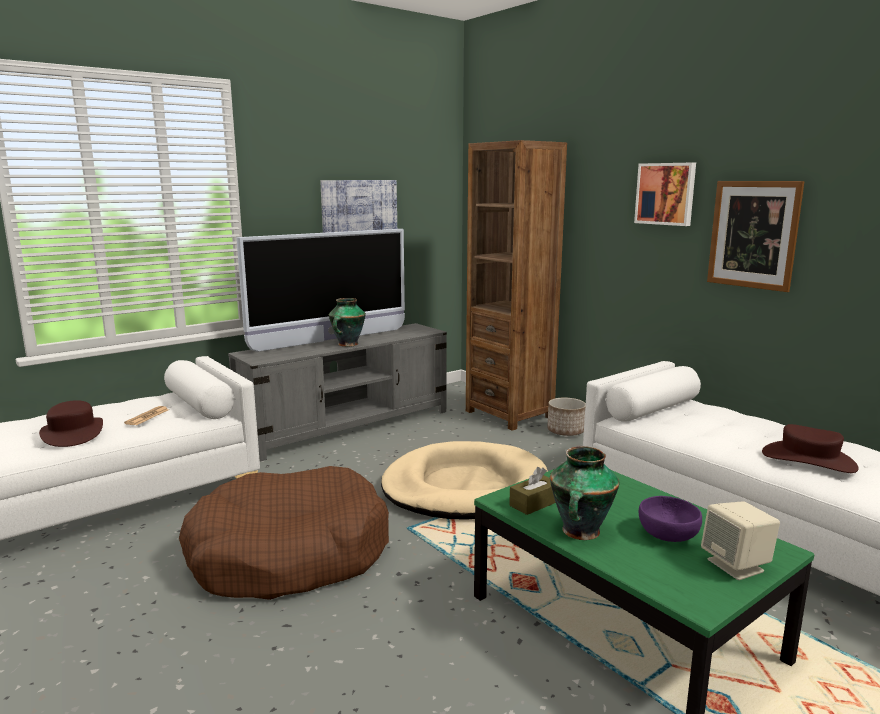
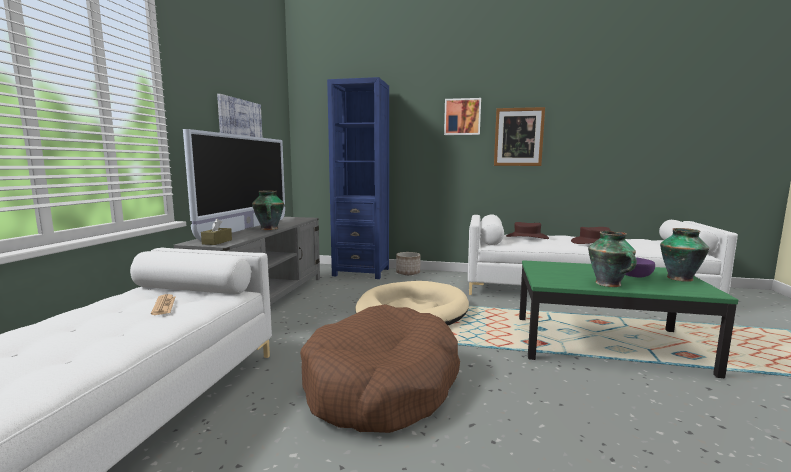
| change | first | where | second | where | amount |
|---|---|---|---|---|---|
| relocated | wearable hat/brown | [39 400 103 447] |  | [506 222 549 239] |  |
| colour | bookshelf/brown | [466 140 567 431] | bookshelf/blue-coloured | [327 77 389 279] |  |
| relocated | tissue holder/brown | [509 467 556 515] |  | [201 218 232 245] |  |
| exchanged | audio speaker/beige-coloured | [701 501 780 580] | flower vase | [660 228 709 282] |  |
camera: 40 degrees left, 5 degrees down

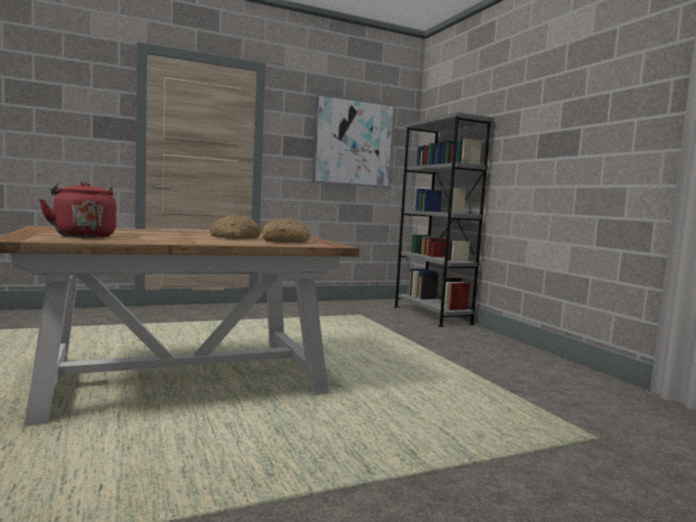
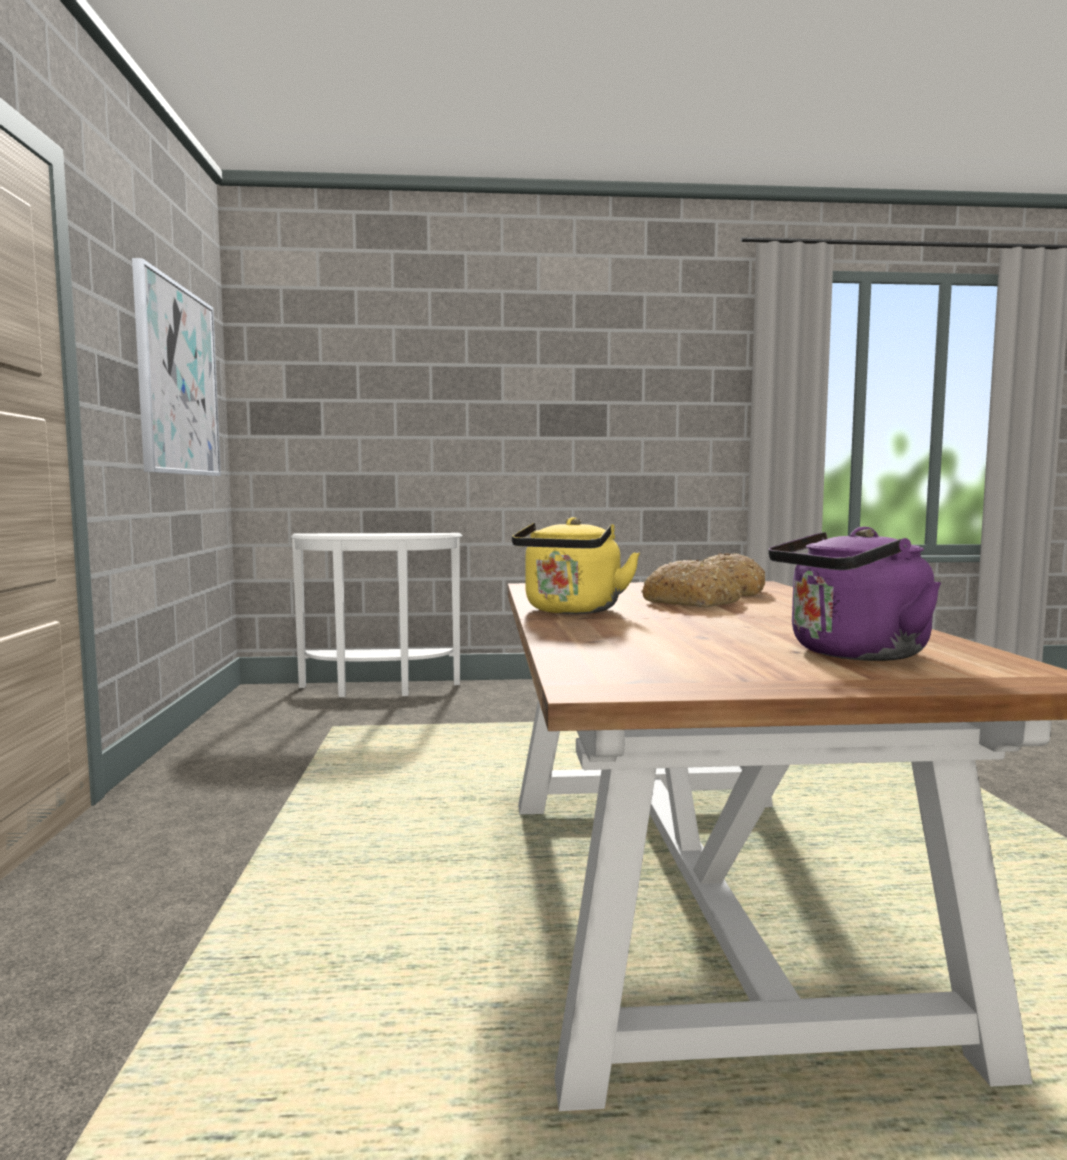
| change | first | where | second | where | amount |
|---|---|---|---|---|---|
| colour | water kettle/red-coloured | [39 181 116 238] | water kettle/purple-coloured | [769 527 941 661] |  |
| exchanged | bookshelf/gray | [394 112 494 327] | narrow table/white | [291 533 462 697] |  |
| appeared |  |  | water kettle/yellow | [512 517 640 614] |  |
camera: 70 degrees left, 0 degrees up

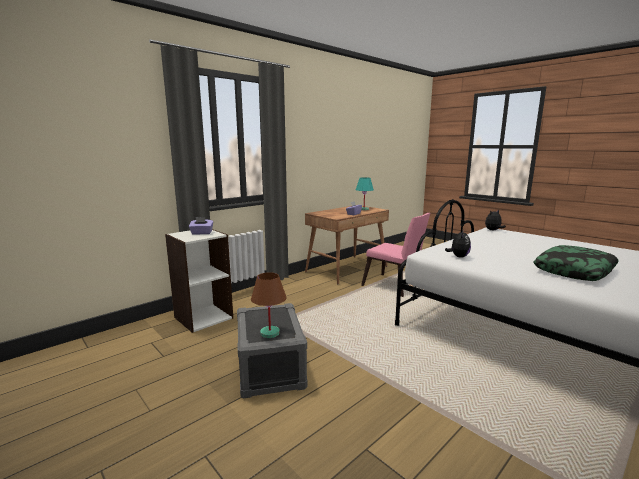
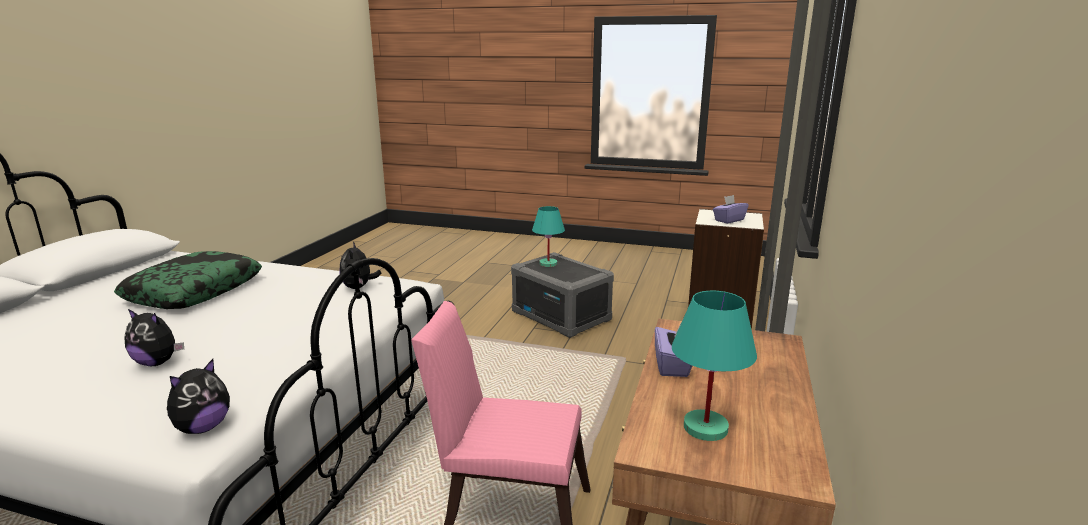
| change | first | where | second | where | amount |
|---|---|---|---|---|---|
| colour | table lamp/brown | [251 272 287 338] | table lamp/turquoise-coloured | [532 206 565 267] |  |
| appeared |  |  | soft toy | [124 309 184 366] |  |
camera: 150 degrees right, 5 degrees up

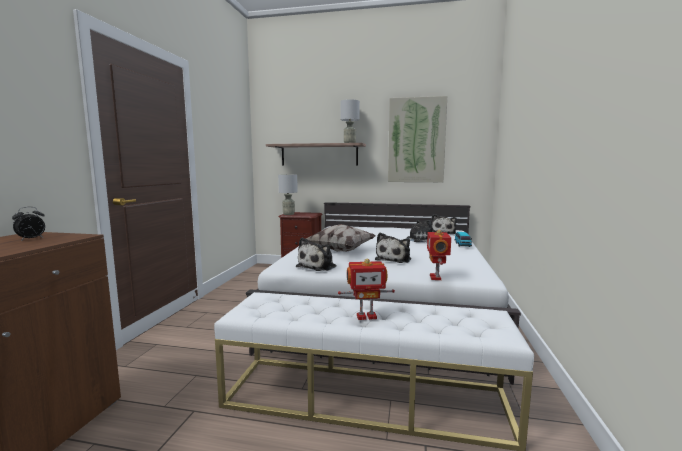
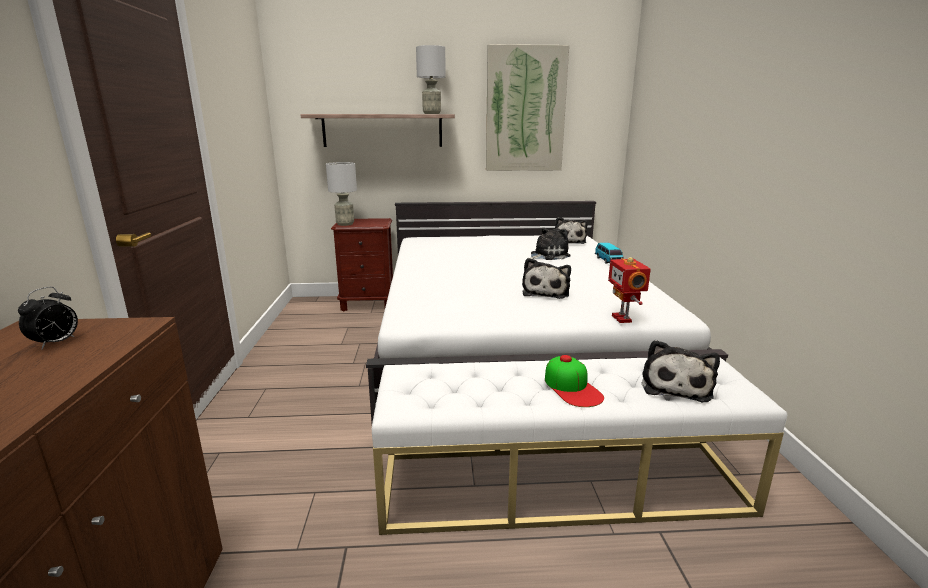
| change | first | where | second | where | amount |
|---|---|---|---|---|---|
| relocated | soft toy | [296 237 336 271] |  | [641 340 720 402] |  |
| missing | throw pillow | [306 224 375 252] |  |  |  |
| exchanged | robot figure | [338 259 395 320] | peaked cap | [545 355 604 407] |  |
camera: 15 degrees left, 10 degrees up

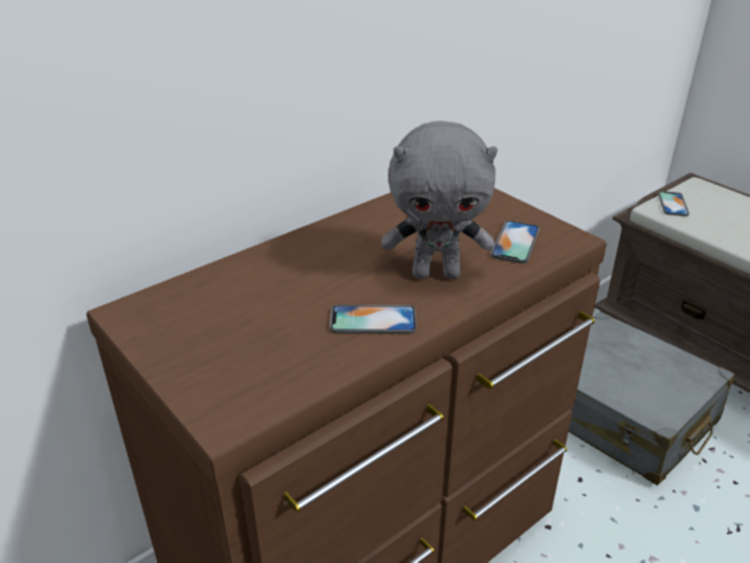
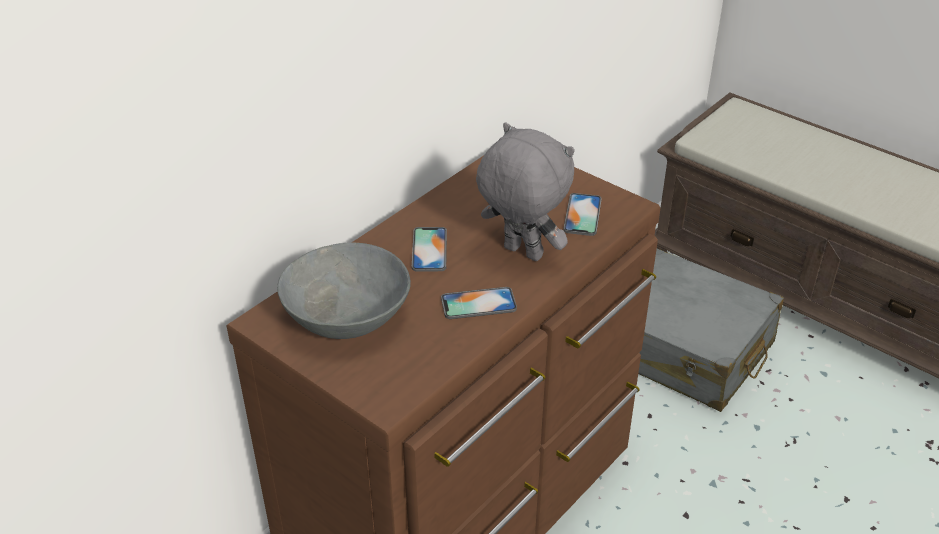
| change | first | where | second | where | amount |
|---|---|---|---|---|---|
| spun | soft toy/gray | [381 121 498 279] |  | [476 123 575 261] | 135 degrees counterclockwise |
| relocated | handset | [658 191 689 216] |  | [412 227 447 271] |  |
| appeared |  |  | serving bowl/gray | [277 243 411 339] |  |
camera: 10 degrees left, 5 degrees up

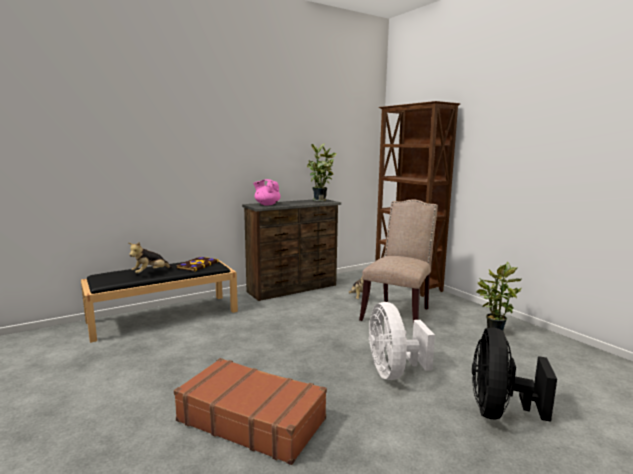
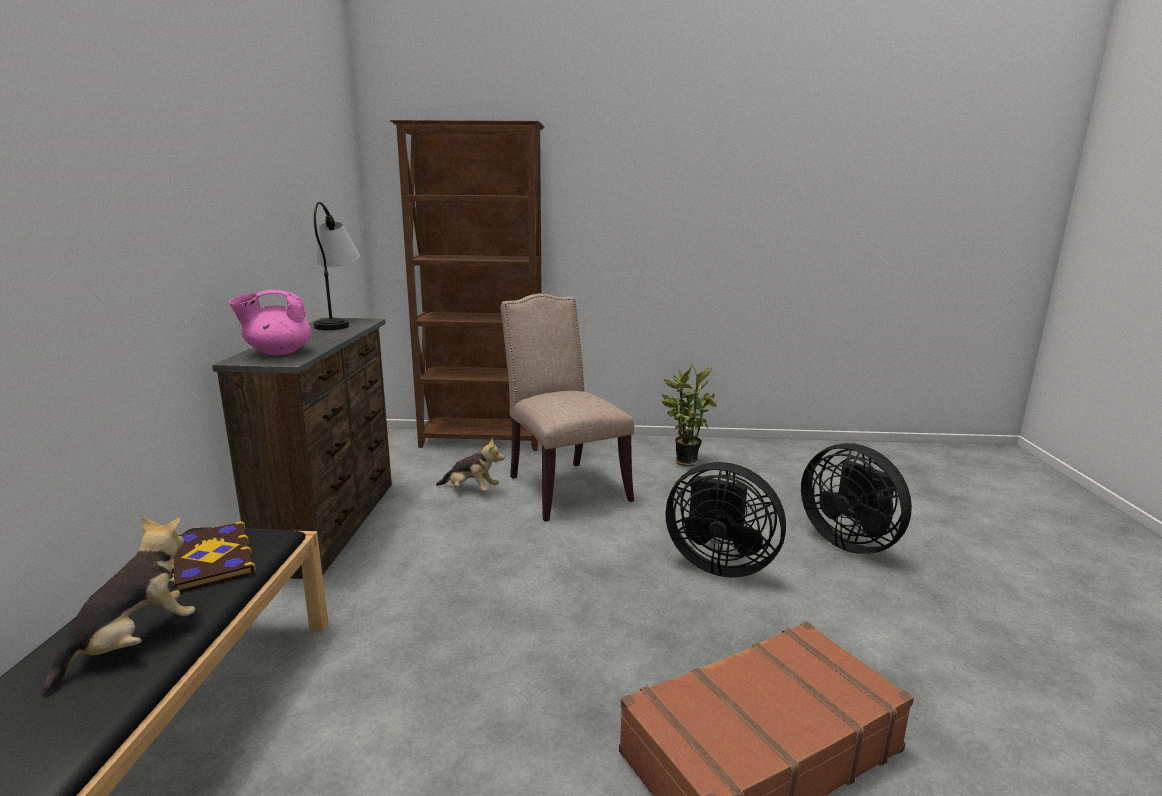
| change | first | where | second | where | amount |
|---|---|---|---|---|---|
| spun | soft toy | [129 242 172 273] |  | [41 517 195 696] | 135 degrees counterclockwise |
| exchanged | houseplant | [307 143 336 201] | table lamp | [313 202 360 330] |  |
| colour | fan/white | [368 302 435 380] | fan/blackish | [666 462 786 578] |  |
camera: 55 degrees left, 5 degrees up

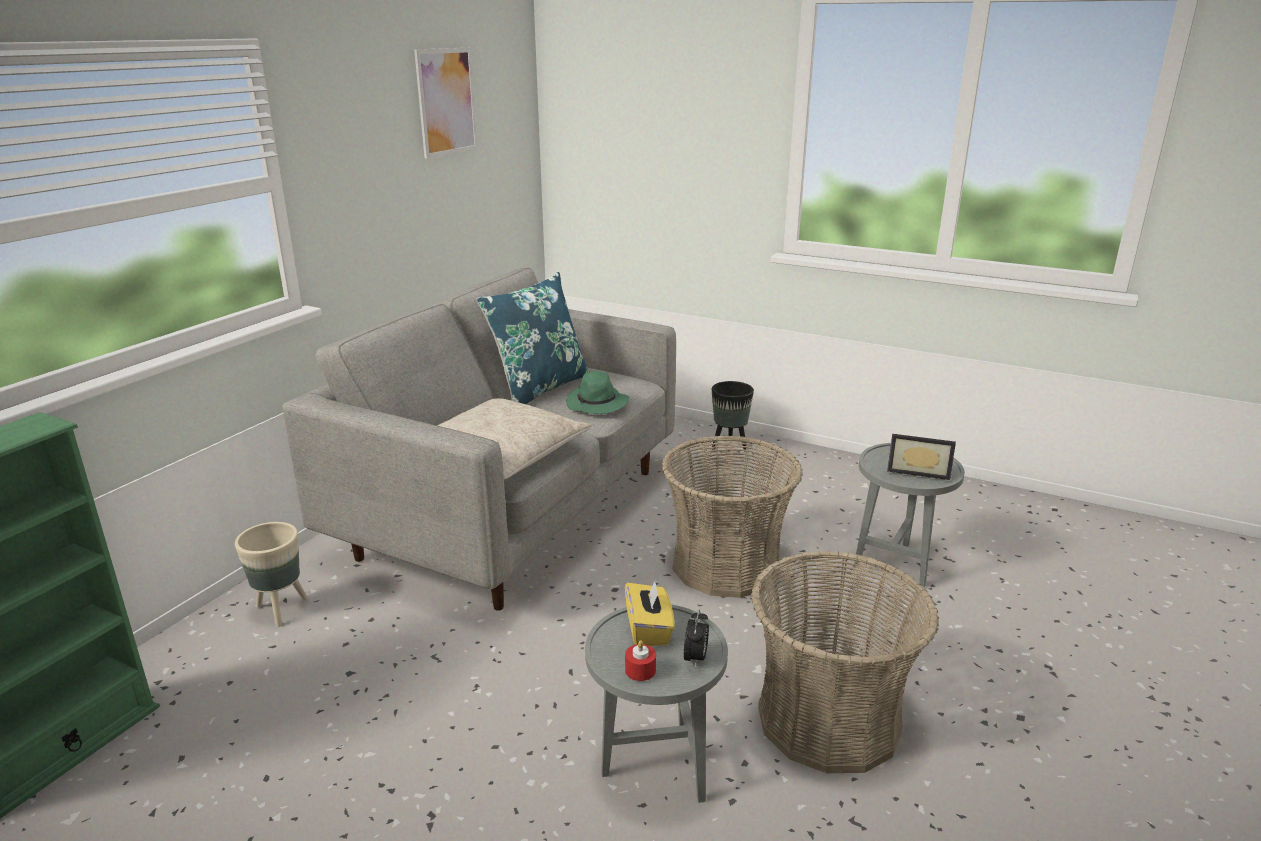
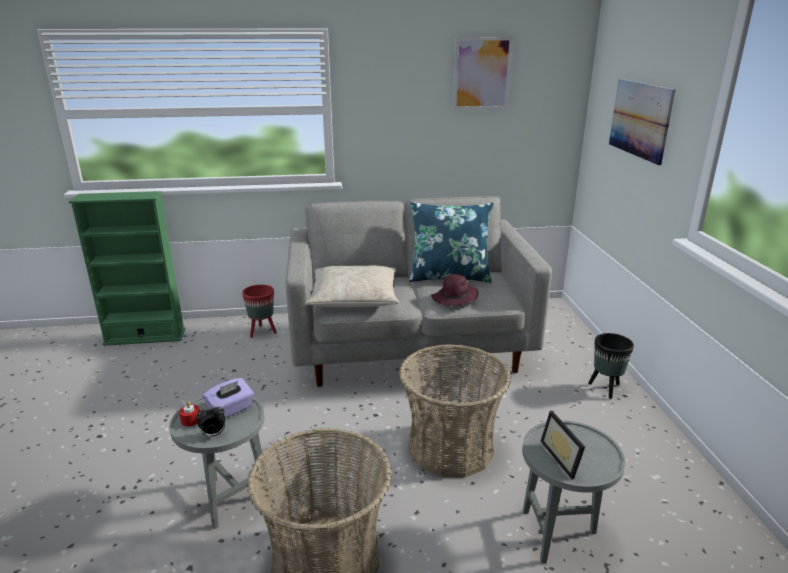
| change | first | where | second | where | amount |
|---|---|---|---|---|---|
| colour | planter/beige-coloured | [235 522 308 627] | planter/red-coloured | [242 285 277 338] |  |
| colour | wearable hat/green-coloured | [566 371 629 414] | wearable hat/purple-coloured | [431 274 479 306] |  |
| colour | tissue holder/yellow | [625 578 675 646] | tissue holder/purple-coloured | [203 378 254 418] |  |
| appeared |  |  | picture | [609 79 676 165] |  |
camera: 55 degrees right, 0 degrees up

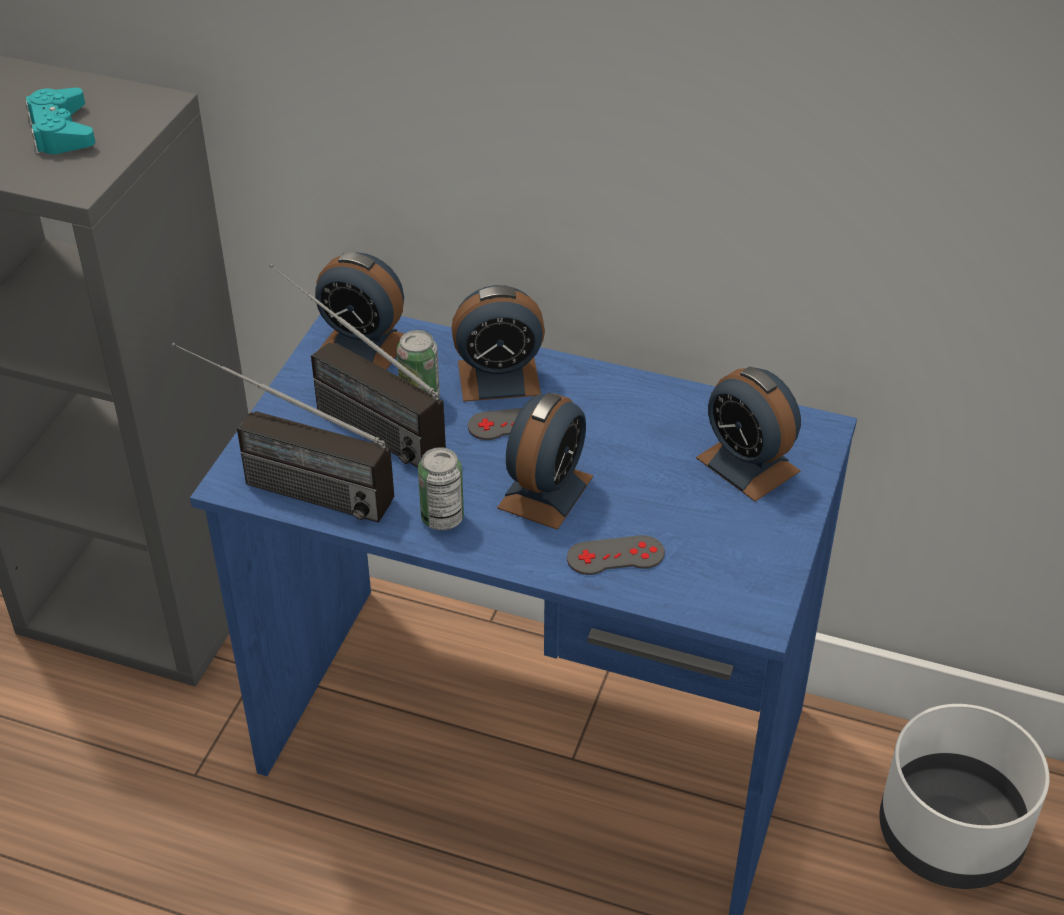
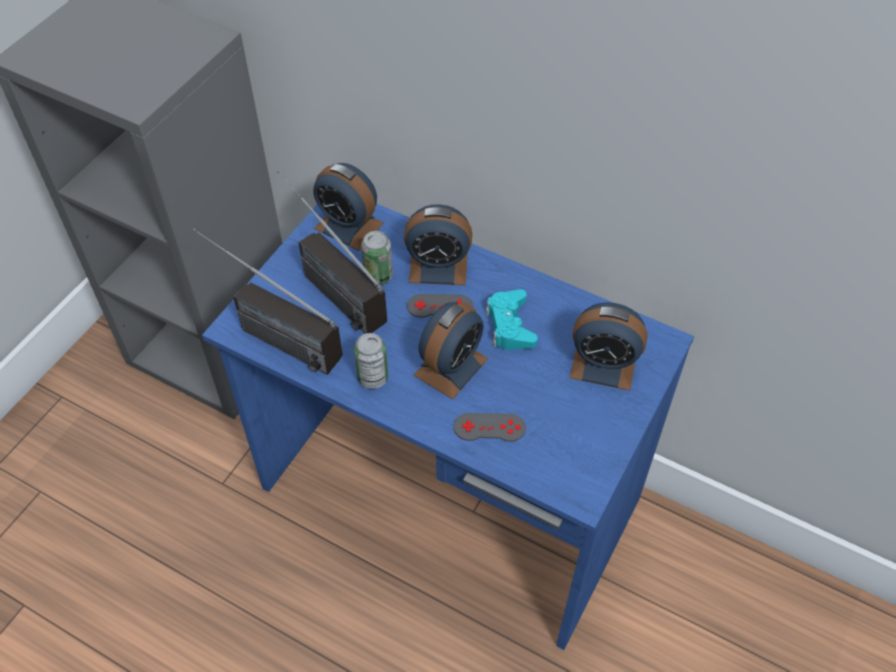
| change | first | where | second | where | amount |
|---|---|---|---|---|---|
| relocated | gamepad/turquoise-coloured | [25 88 95 154] |  | [486 289 538 350] |  |
| spun | table clock | [696 367 801 502] |  | [570 302 647 391] | 45 degrees counterclockwise |
| missing | planter/white | [879 704 1050 889] |  |  |  |
camera: 10 degrees right, 10 degrees up

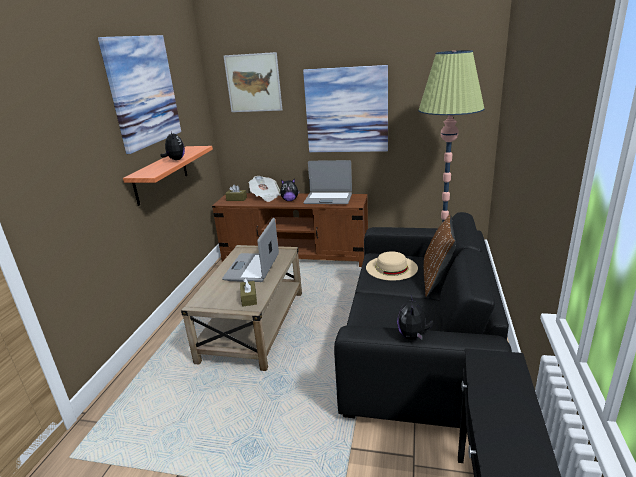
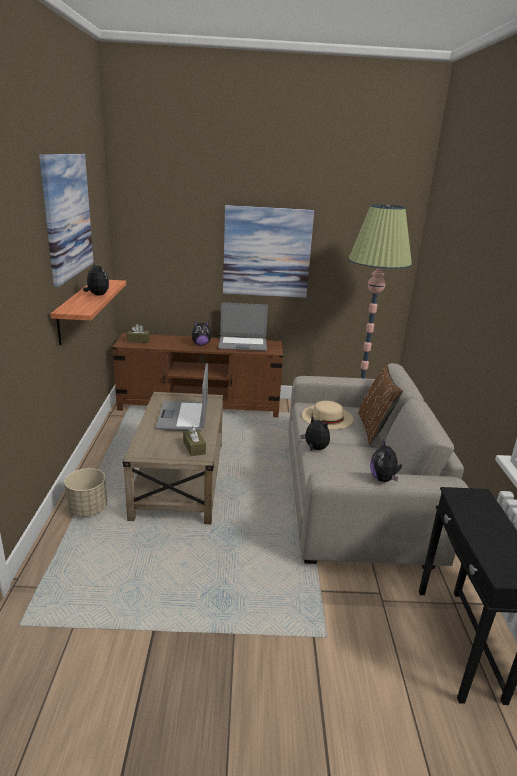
| change | first | where | second | where | amount |
|---|---|---|---|---|---|
| missing | picture | [224 52 282 112] |  |  |  |
| missing | printed paper | [249 176 281 202] |  |  |  |
| colour | settee/blackish | [334 212 512 428] | settee/beige-coloured | [288 363 468 569] |  |
| appeared |  |  | planter/beige-coloured | [64 468 107 517] |  |
| appeared |  |  | soft toy | [300 416 330 451] |  |
camera: 15 degrees left, 0 degrees up

